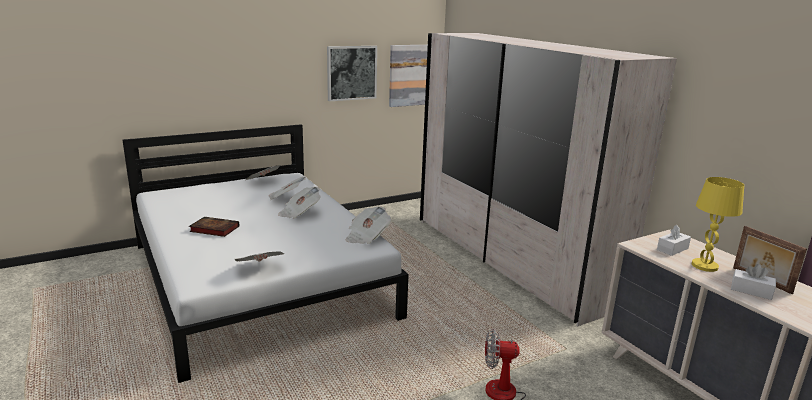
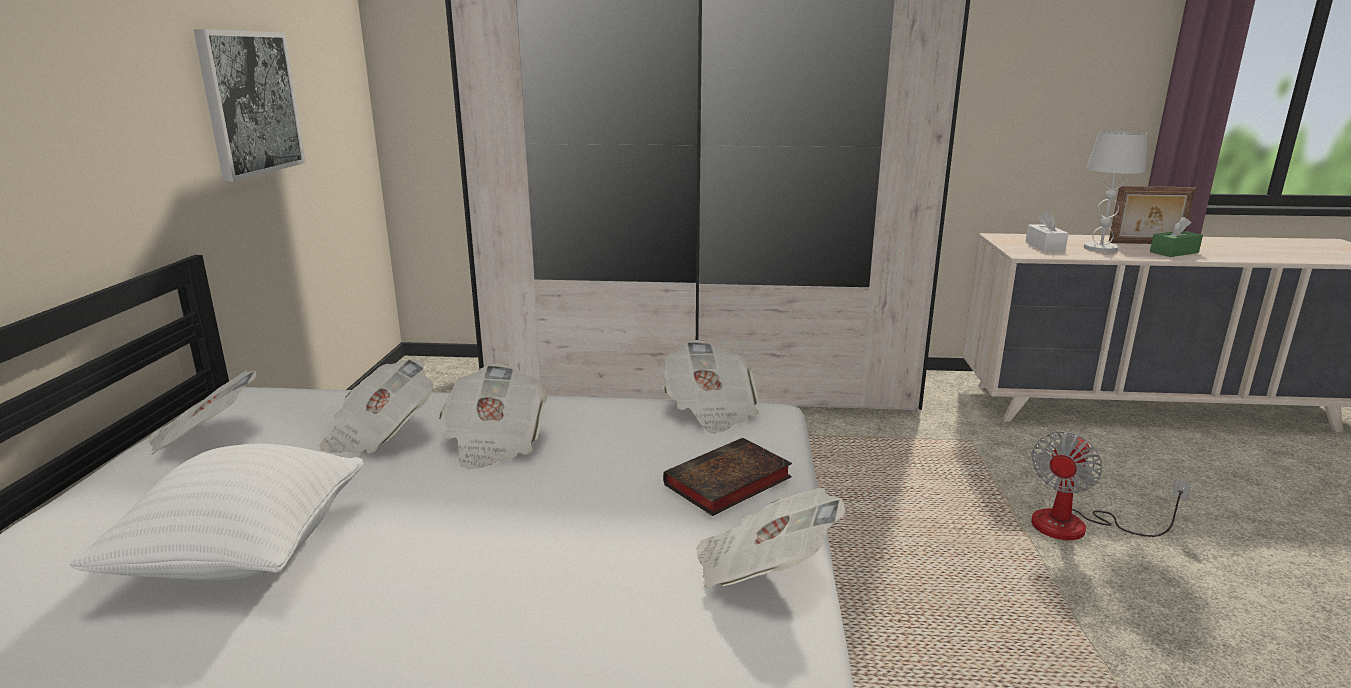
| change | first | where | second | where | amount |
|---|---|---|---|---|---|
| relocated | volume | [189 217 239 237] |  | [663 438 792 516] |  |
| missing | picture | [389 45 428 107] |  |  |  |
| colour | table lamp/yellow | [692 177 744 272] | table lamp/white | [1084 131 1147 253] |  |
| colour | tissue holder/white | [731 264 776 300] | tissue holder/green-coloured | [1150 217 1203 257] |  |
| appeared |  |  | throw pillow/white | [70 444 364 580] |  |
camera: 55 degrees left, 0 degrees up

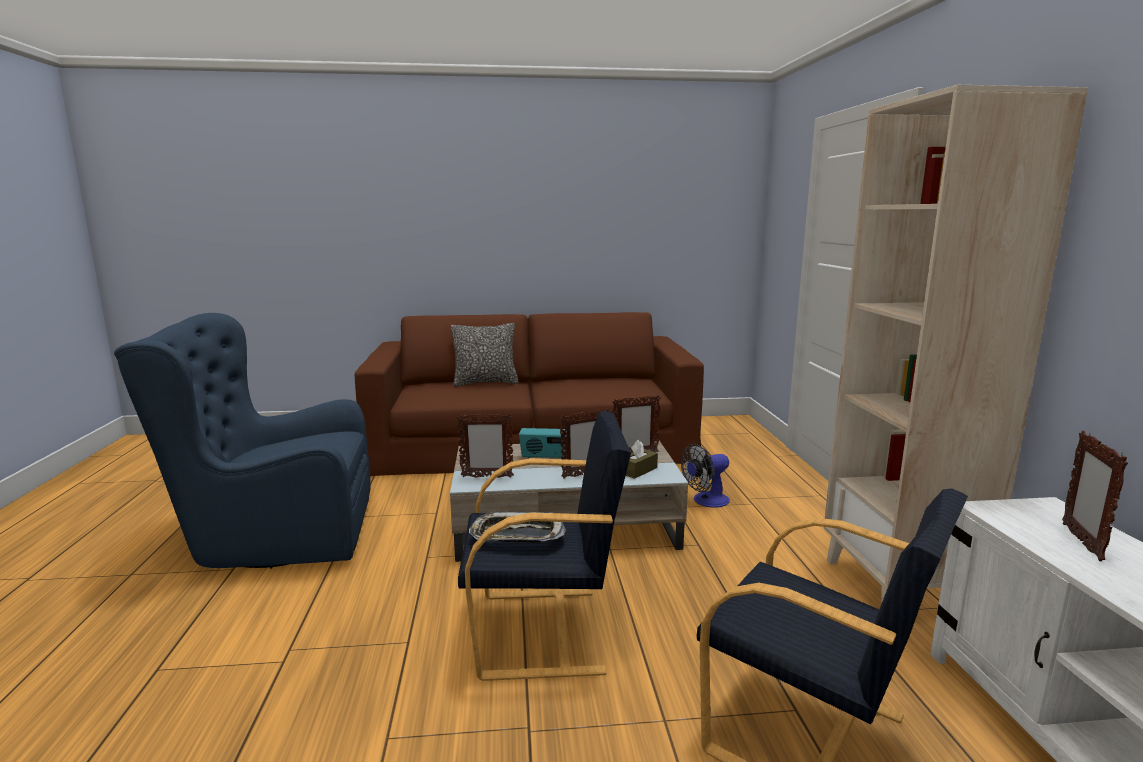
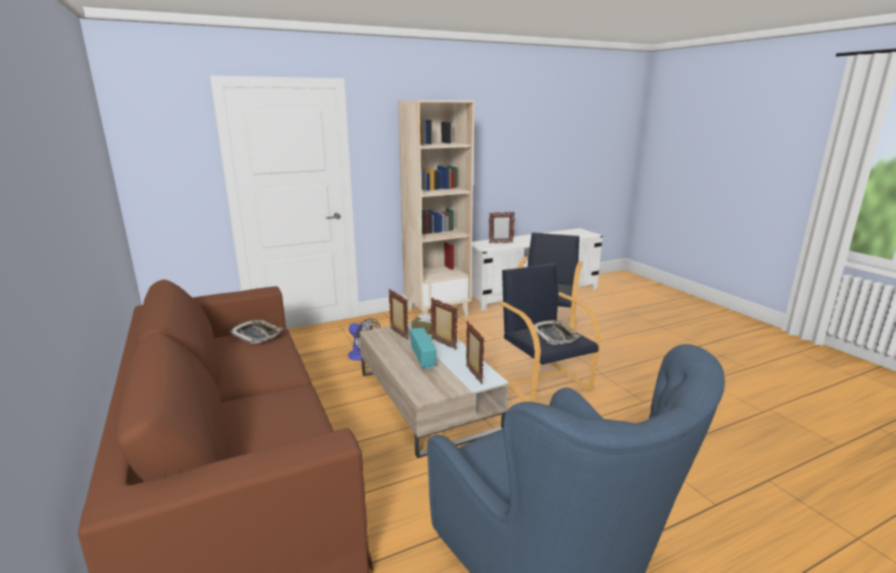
| change | first | where | second | where | amount |
|---|---|---|---|---|---|
| missing | throw pillow | [451 323 519 387] |  |  |  |
| appeared |  |  | carrying tray | [230 319 283 343] |  |
camera: 110 degrees left, 5 degrees up

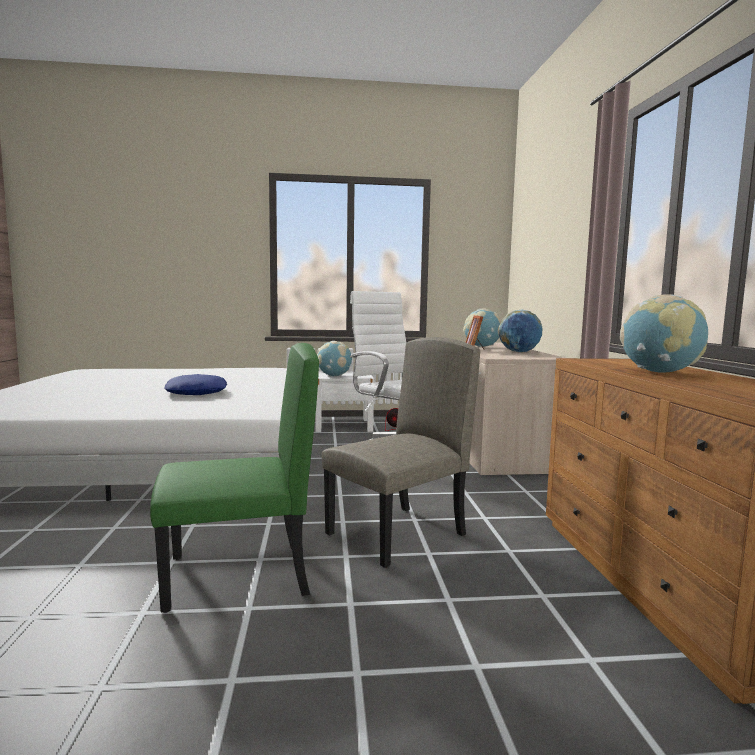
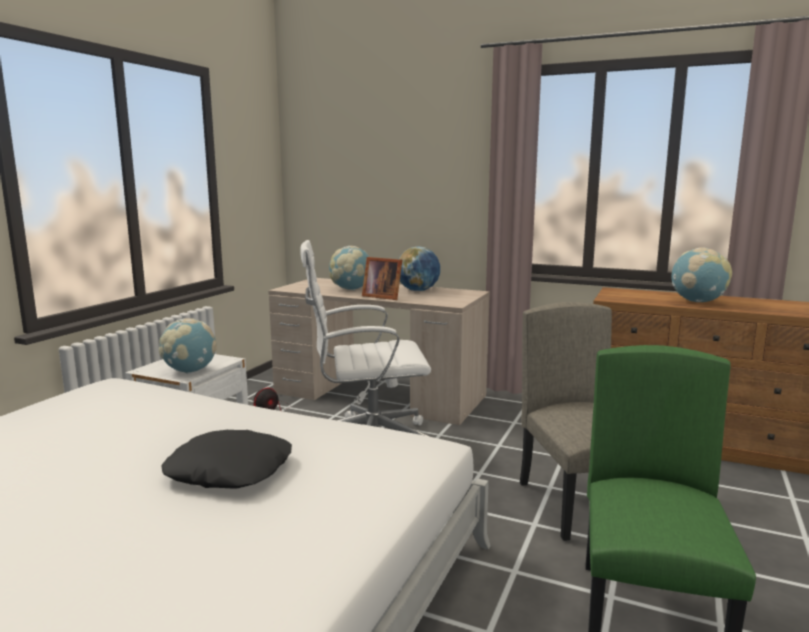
| change | first | where | second | where | amount |
|---|---|---|---|---|---|
| colour | throw pillow/blue-coloured | [164 374 227 395] | throw pillow/blackish | [161 430 292 489] |  |
camera: 60 degrees left, 5 degrees up

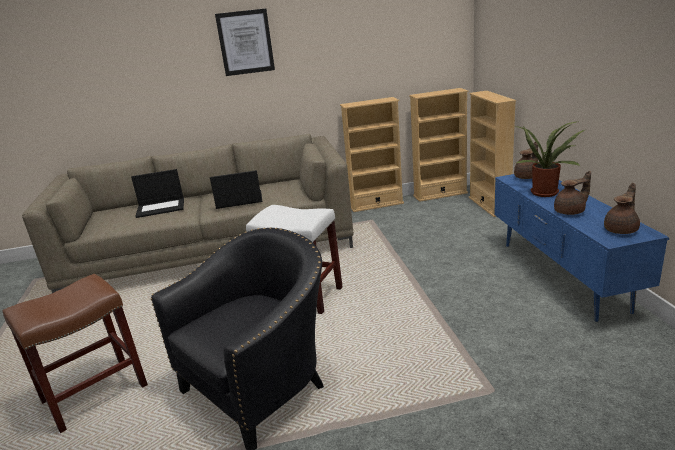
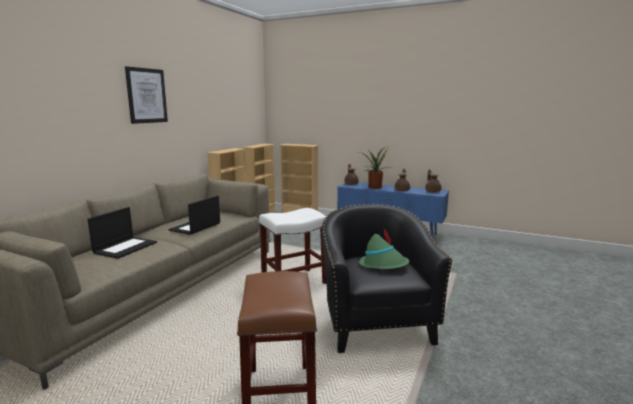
| change | first | where | second | where | amount |
|---|---|---|---|---|---|
| appeared |  |  | wearable hat/green-coloured | [359 227 410 269] |  |
camera: 55 degrees left, 10 degrees down

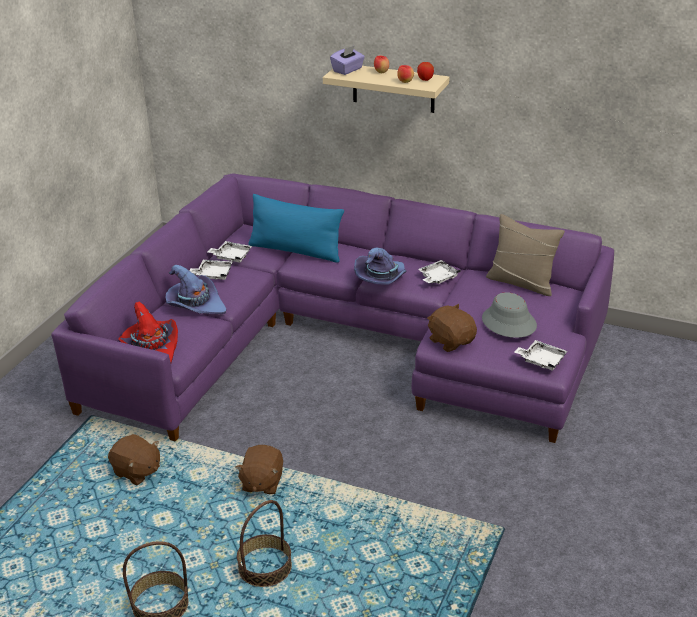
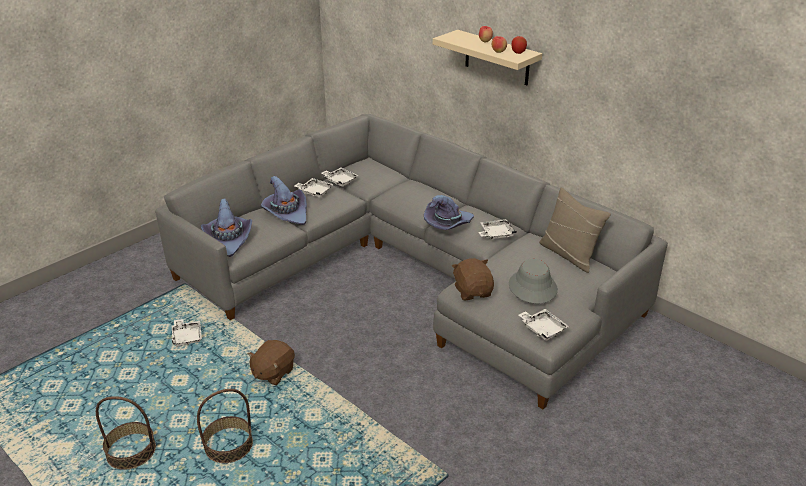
| change | first | where | second | where | amount |
|---|---|---|---|---|---|
| colour | settee/purple-coloured | [51 173 614 443] | settee/gray | [155 114 668 409] |  |
| exchanged | soft toy/brown | [108 434 160 485] | carrying tray/white | [172 319 202 347] |  |
| colour | wearable hat/red-coloured | [118 301 178 362] | wearable hat/purple-coloured | [201 198 252 257] |  |
| missing | throw pillow/blue-coloured | [248 194 344 263] |  |  |  |
| missing | tissue holder/purple-coloured | [330 45 365 75] |  |  |  |
camera: 20 degrees right, 0 degrees up

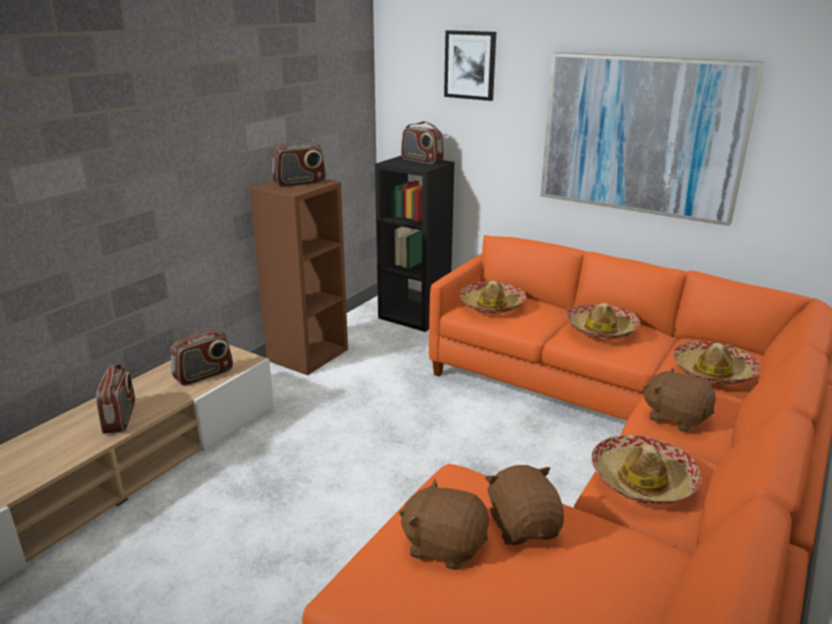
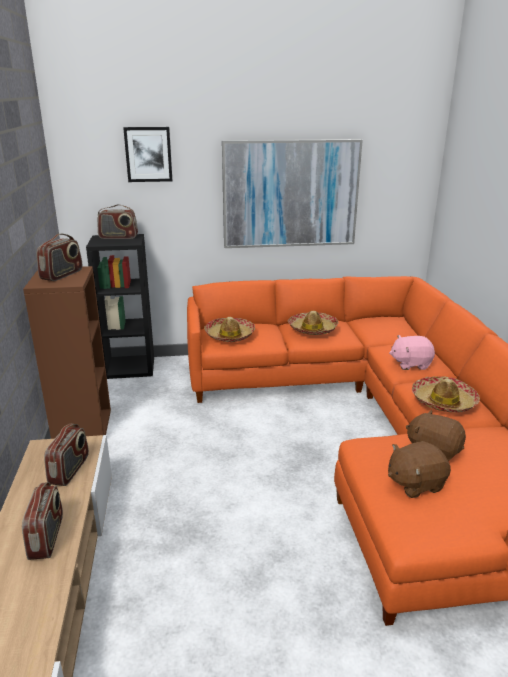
| change | first | where | second | where | amount |
|---|---|---|---|---|---|
| spun | radio set | [96 364 135 434] |  | [22 482 63 560] | 45 degrees clockwise |
| colour | soft toy/brown | [642 367 716 432] | soft toy/pink-coloured | [389 335 435 370] |  |
| missing | wearable hat | [673 341 760 384] |  |  |  |
camera: 40 degrees left, 0 degrees up

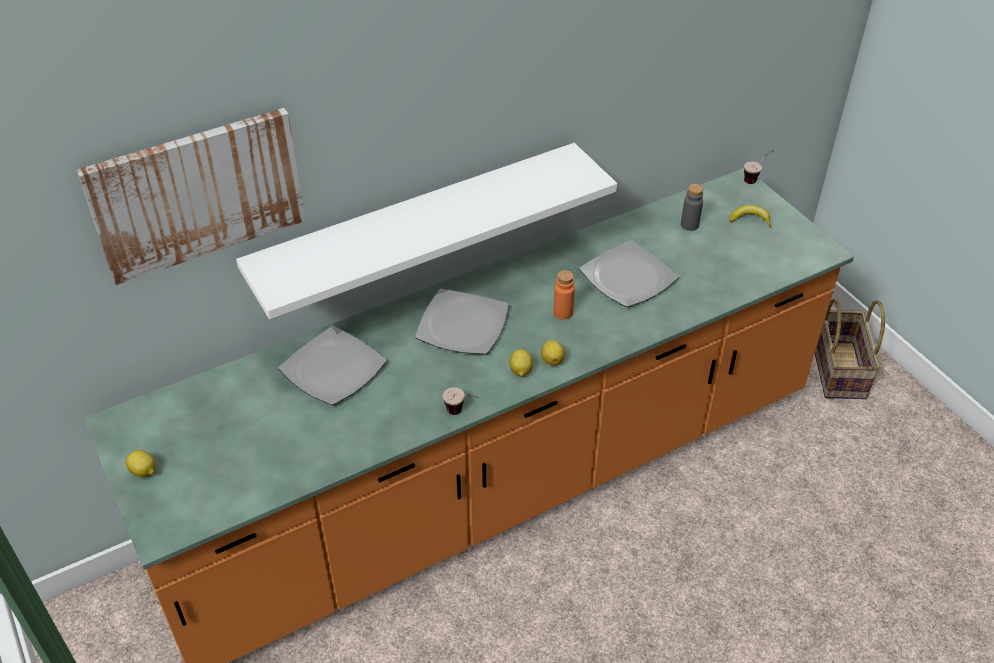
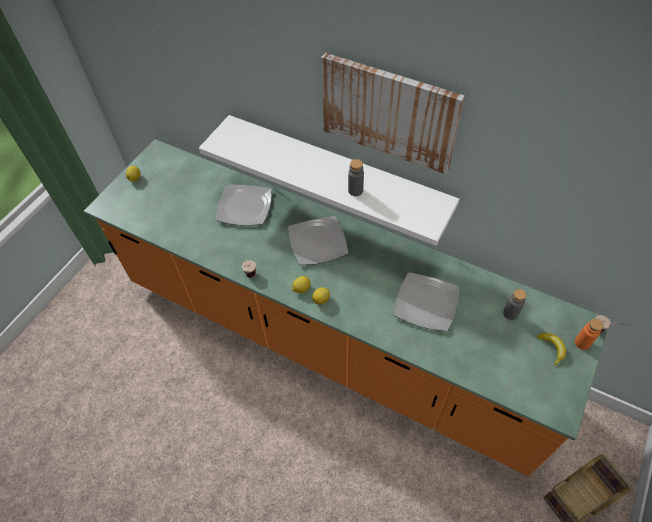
| change | first | where | second | where | amount |
|---|---|---|---|---|---|
| relocated | picture | [77 108 305 285] |  | [321 53 465 174] |  |
| relocated | drink bottle/orange | [553 270 575 320] |  | [575 319 603 350] |  |
| appeared |  |  | drink bottle/gray | [348 159 364 196] |  |
camera: 60 degrees right, 10 degrees up

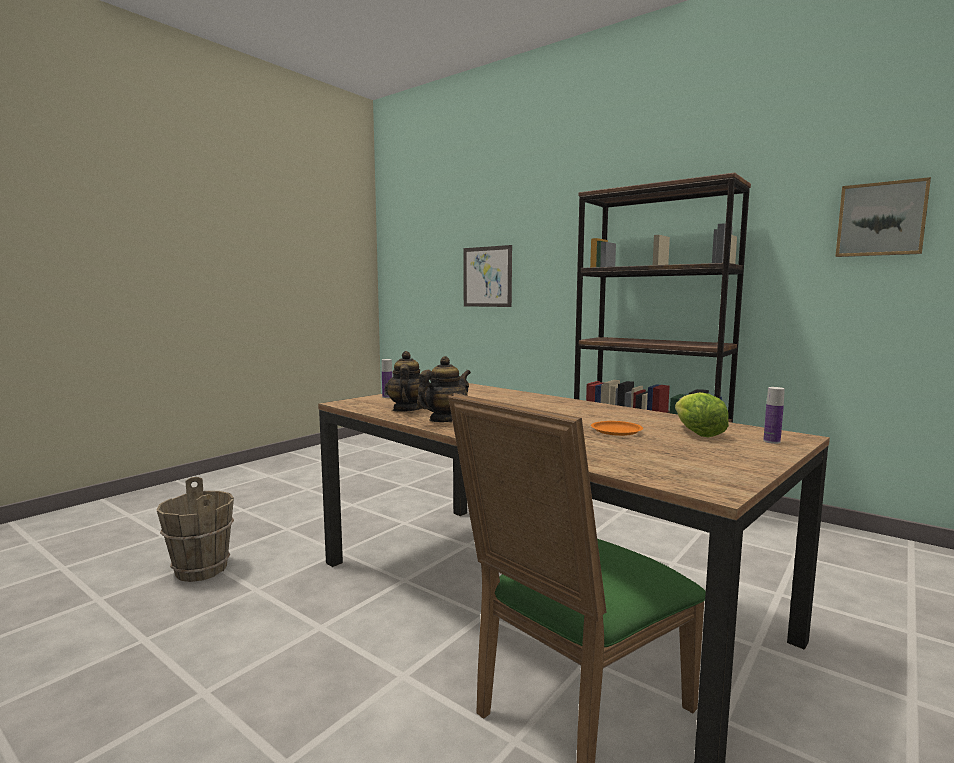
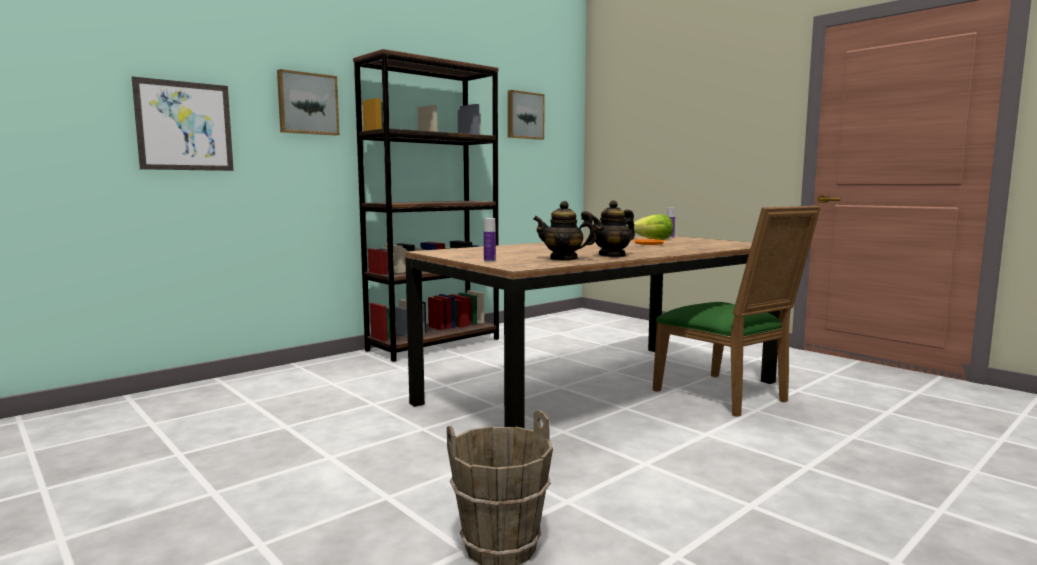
| change | first | where | second | where | amount |
|---|---|---|---|---|---|
| spun | pot for tea | [417 356 471 422] |  | [592 200 635 257] | 90 degrees counterclockwise |
| appeared |  |  | picture | [277 69 339 136] |  |
camera: 80 degrees left, 0 degrees up

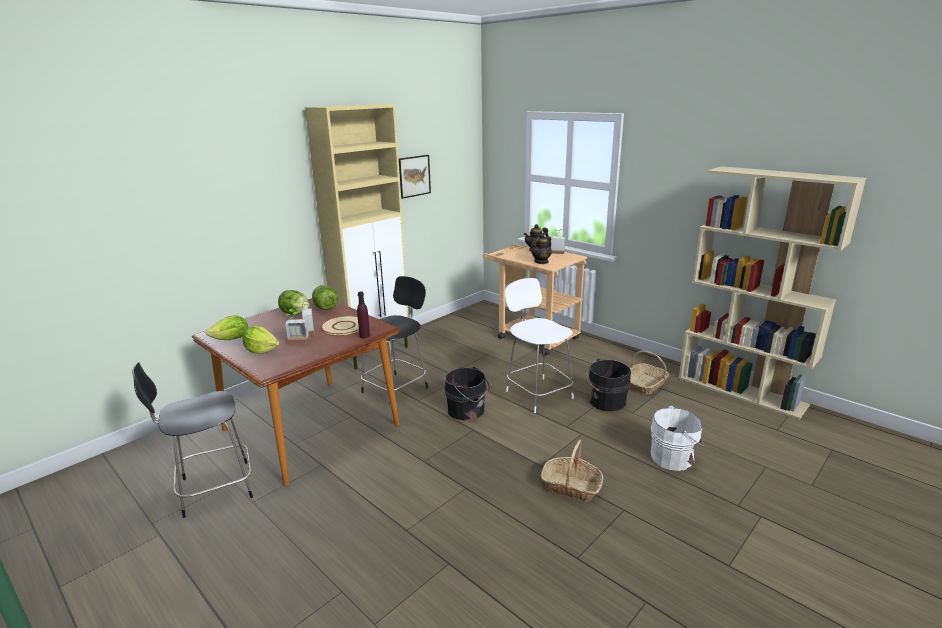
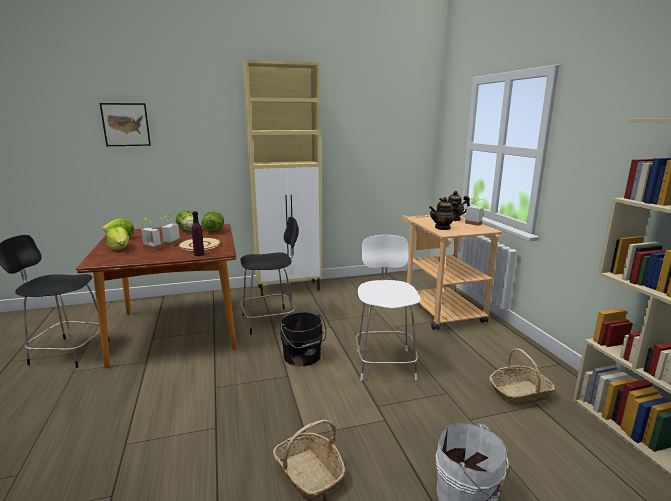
| change | first | where | second | where | amount |
|---|---|---|---|---|---|
| relocated | picture | [399 155 431 199] |  | [100 103 151 146] |  |
| missing | pail/blackish | [584 359 631 411] |  |  |  |
camera: 30 degrees right, 5 degrees down

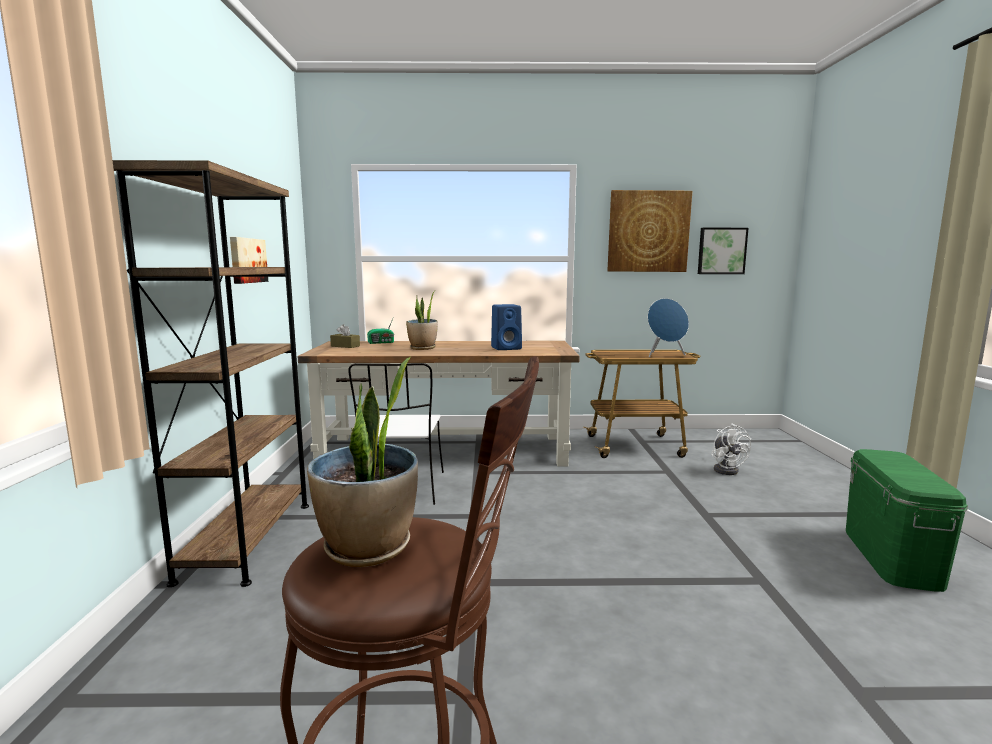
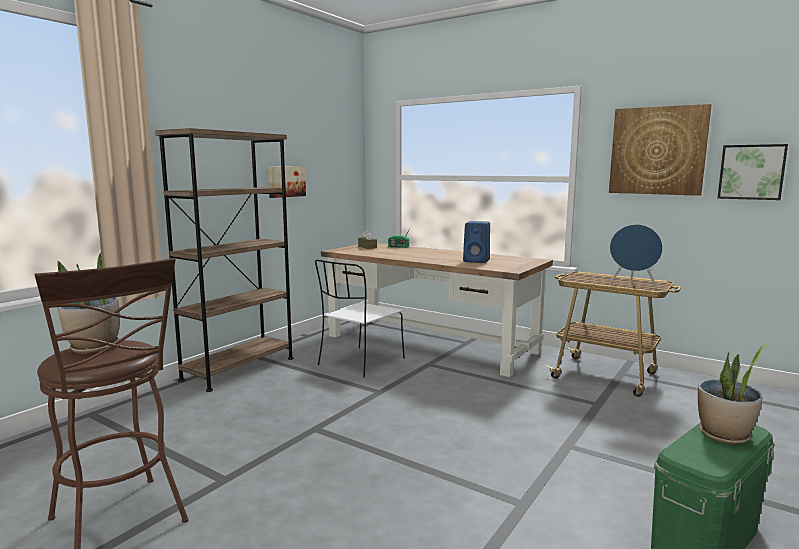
| change | first | where | second | where | amount |
|---|---|---|---|---|---|
| relocated | houseplant | [406 291 438 350] |  | [698 344 767 444] |  |
| missing | fan/white | [711 424 751 475] |  |  |  |
camera: 35 degrees right, 0 degrees up

